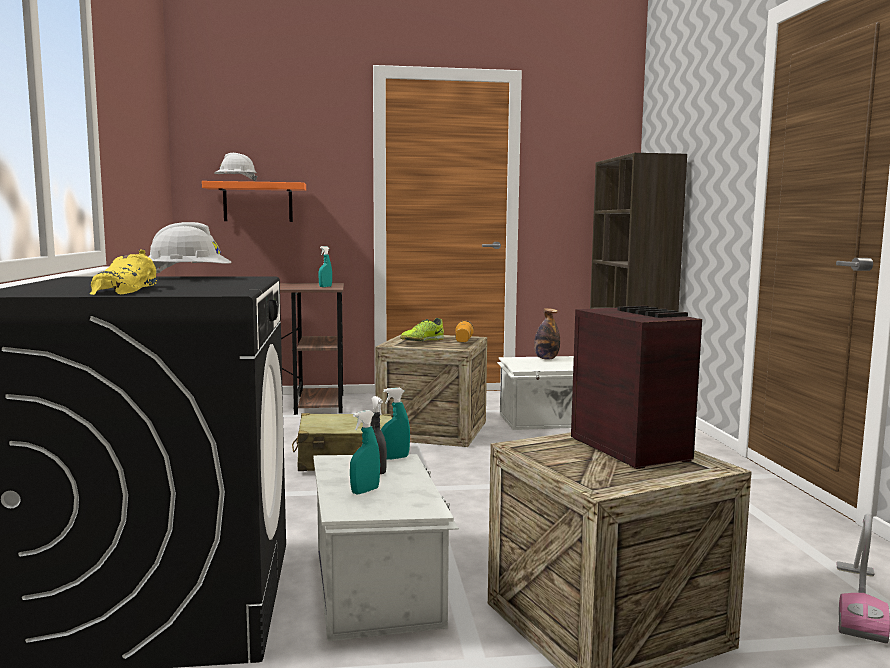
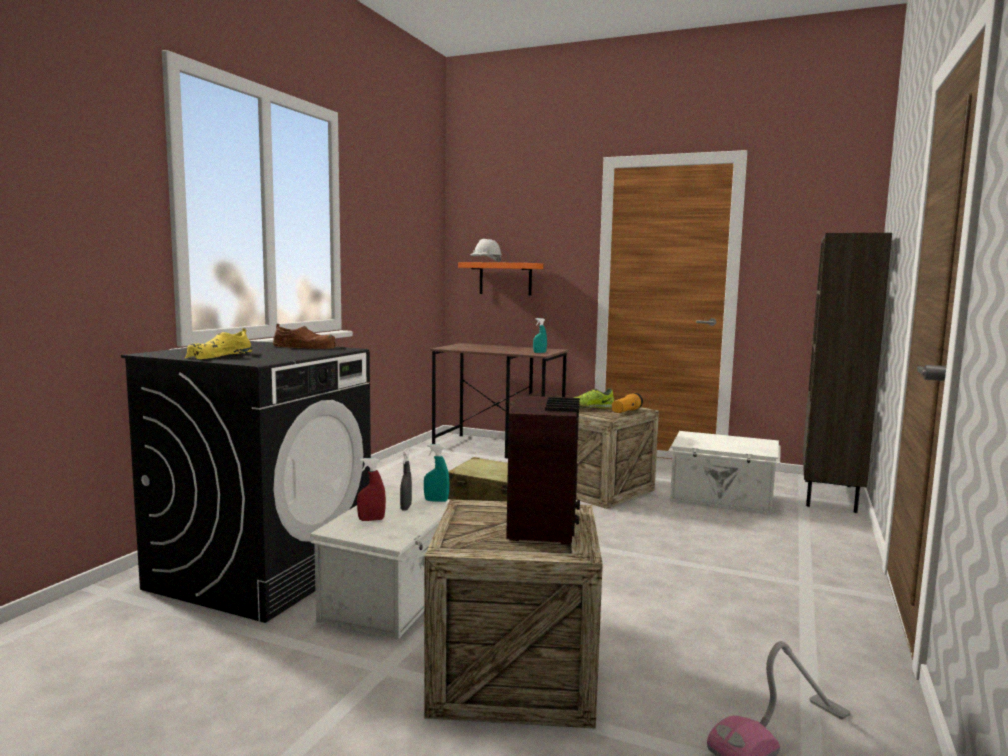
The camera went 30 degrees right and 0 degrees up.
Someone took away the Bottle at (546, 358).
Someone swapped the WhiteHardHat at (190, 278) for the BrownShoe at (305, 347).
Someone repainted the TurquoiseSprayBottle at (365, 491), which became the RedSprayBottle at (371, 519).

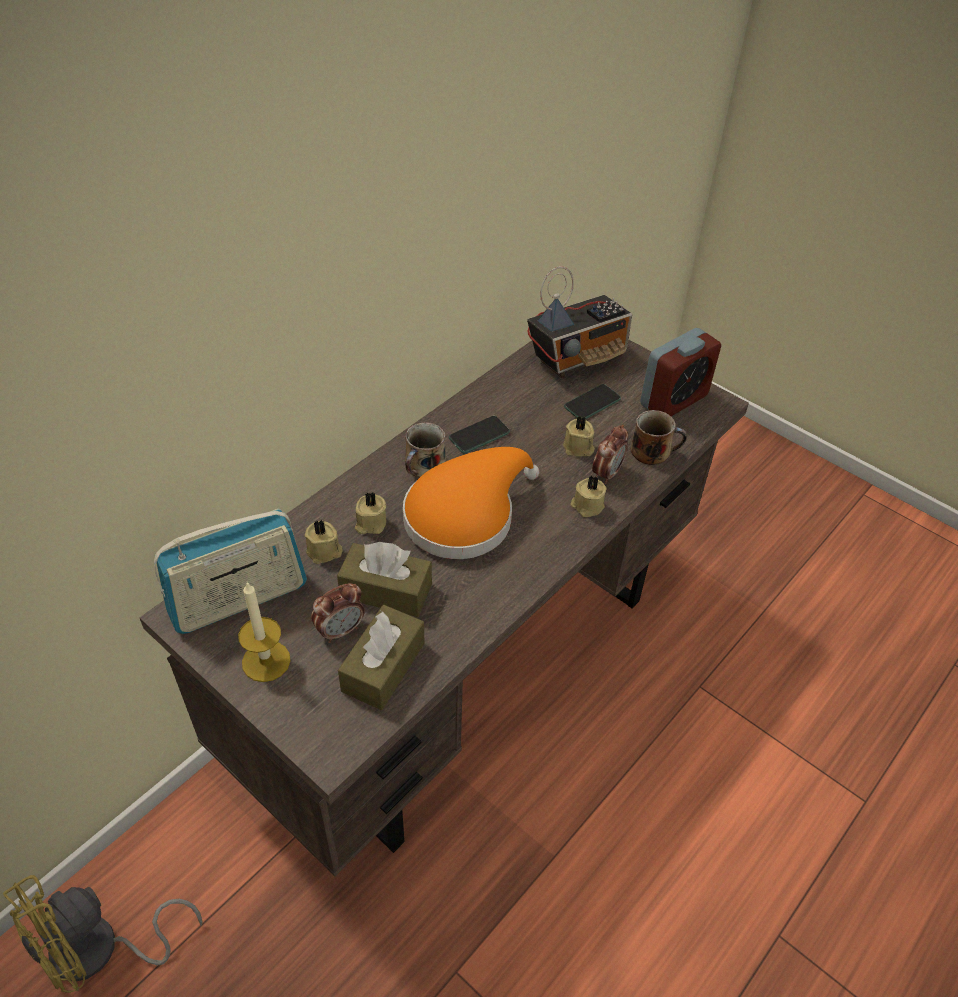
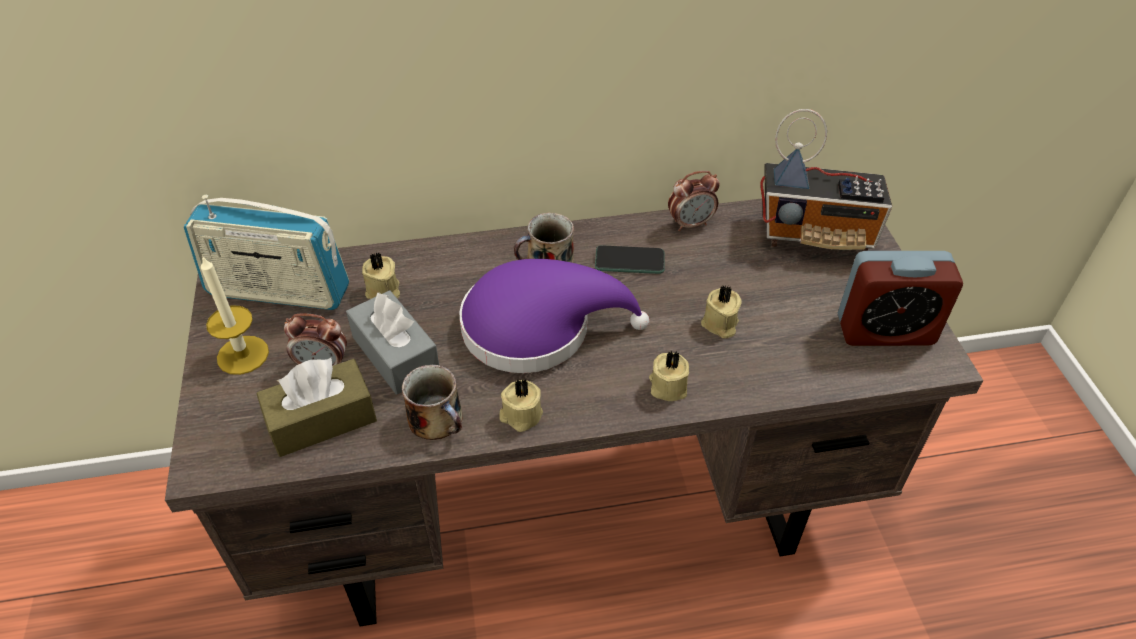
The camera went 40 degrees right and 0 degrees up.
Someone took away the YellowFan at (99, 951).
Someone took away the Phone at (592, 403).
Someone carried the BeigeCandle from (370, 524) to (520, 415).
Someone carried the AlarmClock from (607, 473) to (690, 224).
Someone carried the Mug from (653, 451) to (438, 420).
Someone repainted the BrownTissueBox at (386, 590), which became the GreyTissueBox at (396, 354).
Someone repainted the OrangeHat at (465, 515), which became the PurpleHat at (537, 327).

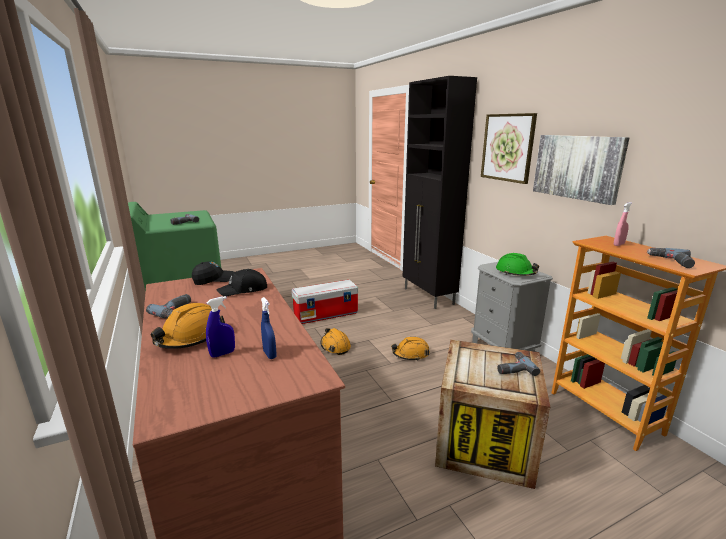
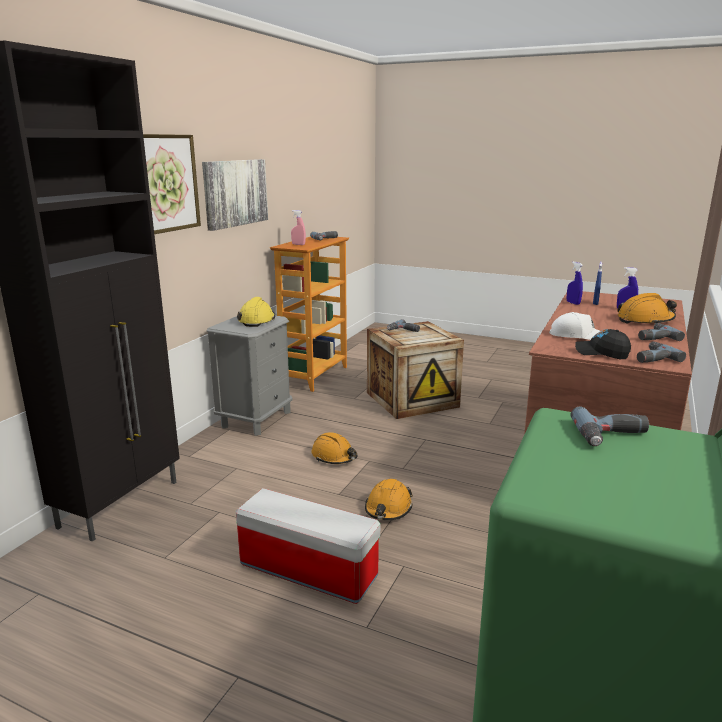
The camera went 130 degrees left and 0 degrees up.
Someone put down the BlueSprayBottle at (573, 303).
Someone put down the PowerDrill at (651, 357).
Someone repainted the BlackCap at (244, 290), which became the WhiteCap at (576, 336).
Someone repainted the GreenHardHat at (515, 272), which became the YellowHardHat at (256, 320).

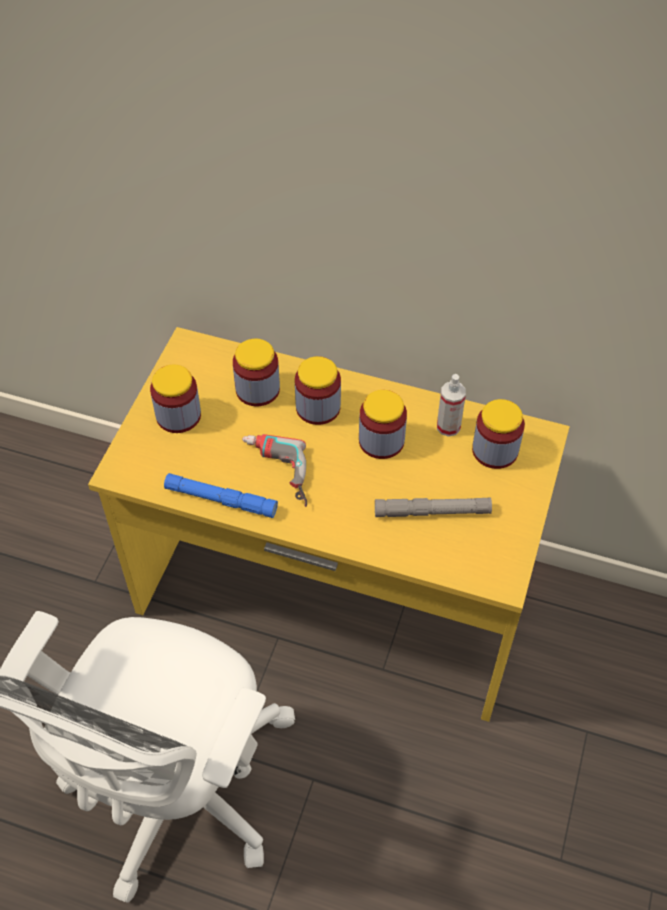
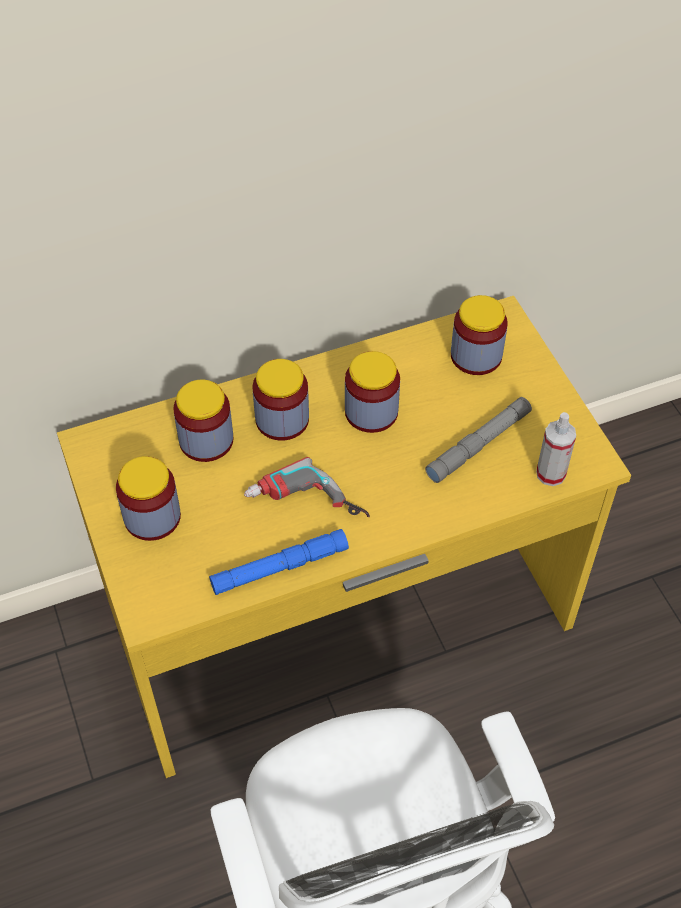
The camera went 40 degrees left and 0 degrees up.
Someone carried the SprayBottle from (448, 426) to (550, 474).

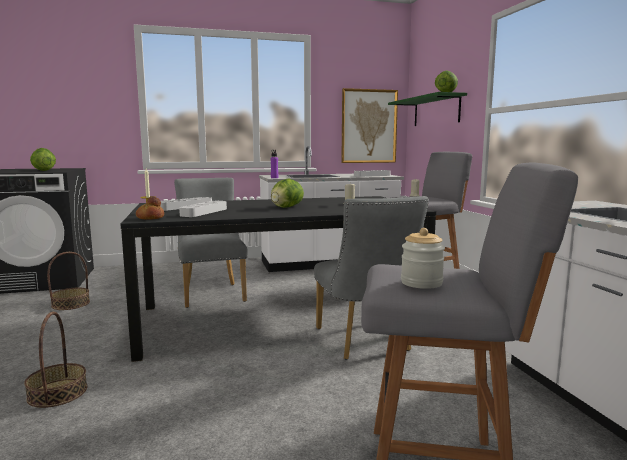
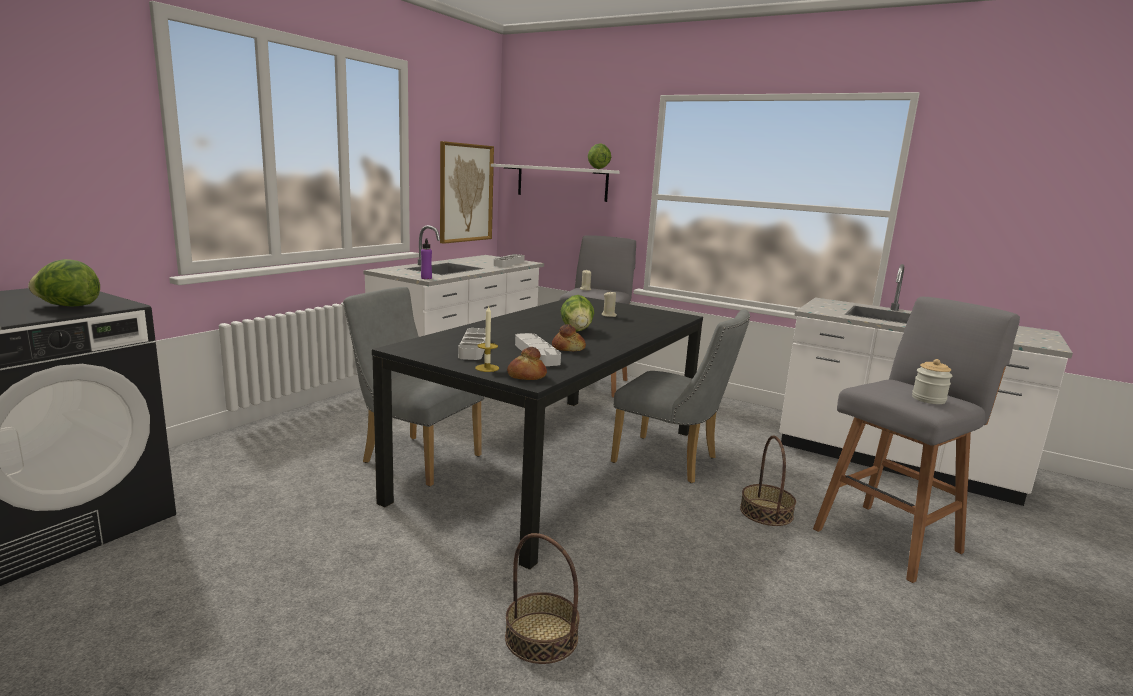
The camera went 45 degrees left and 5 degrees up.
Someone put down the Bread at (568, 348).
Someone carried the Basket from (71, 304) to (766, 512).
Someone repainted the GreenShelf at (436, 111), which became the WhiteShelf at (561, 183).

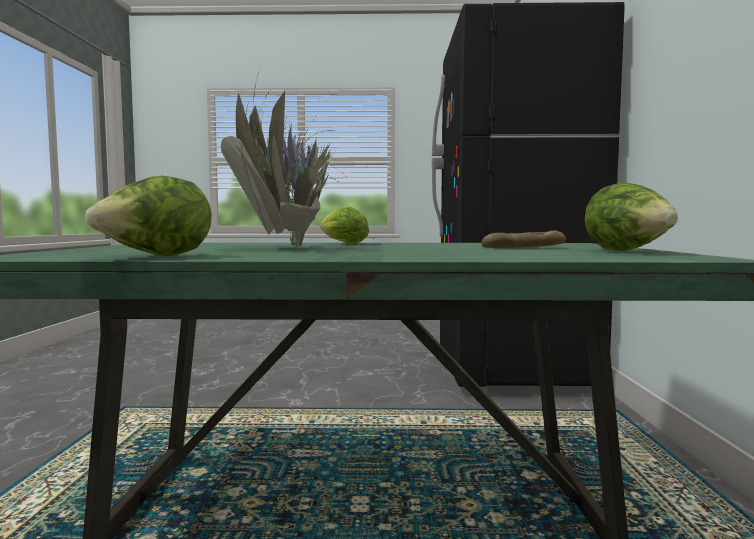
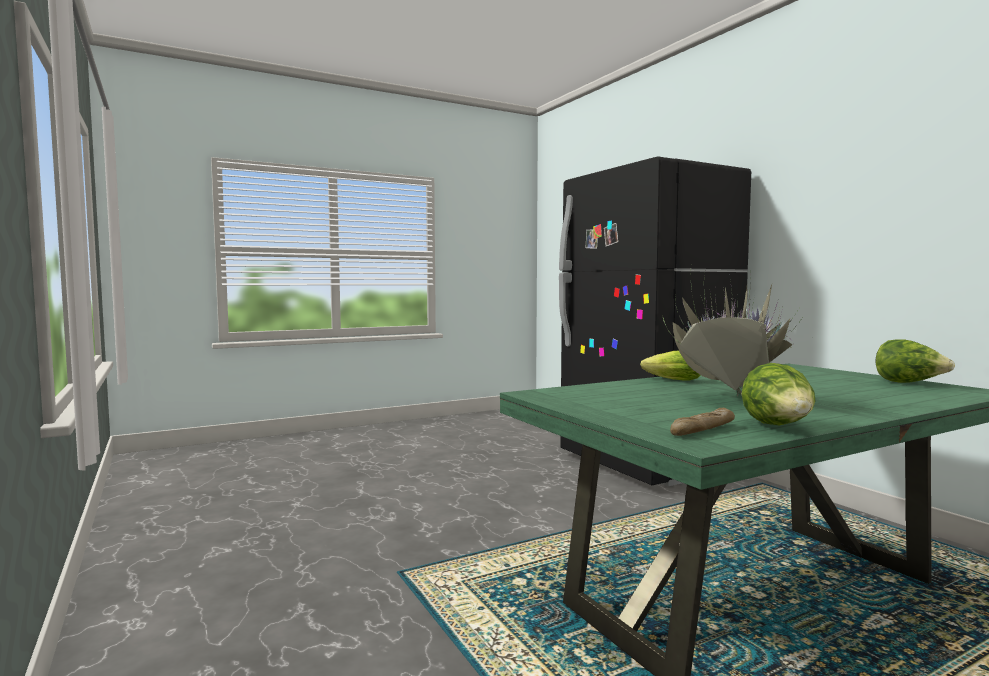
The camera went 30 degrees left and 0 degrees up.
Someone carried the Bread from (523, 248) to (703, 430).

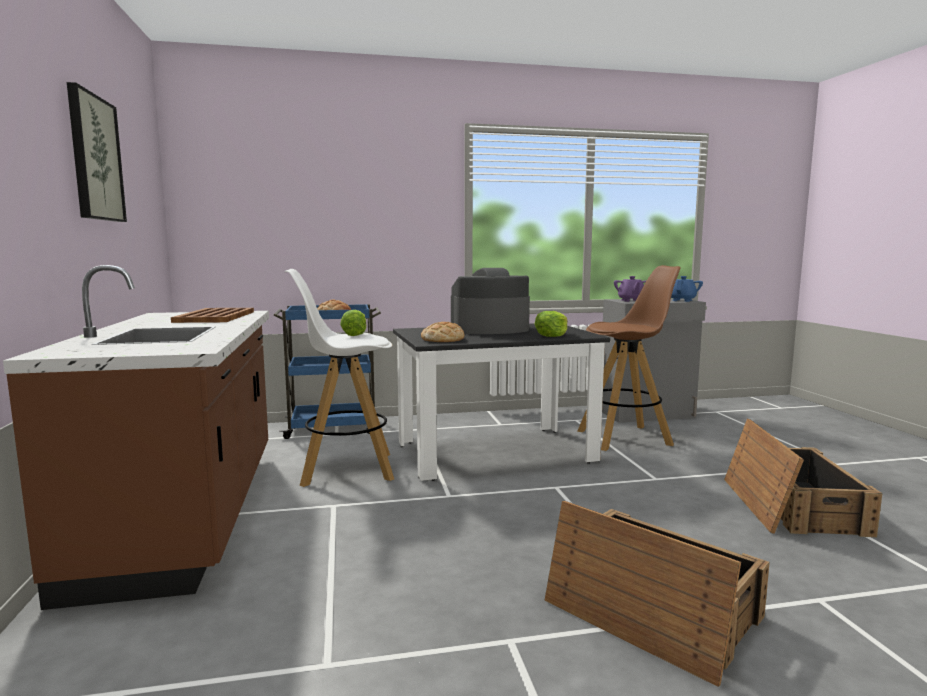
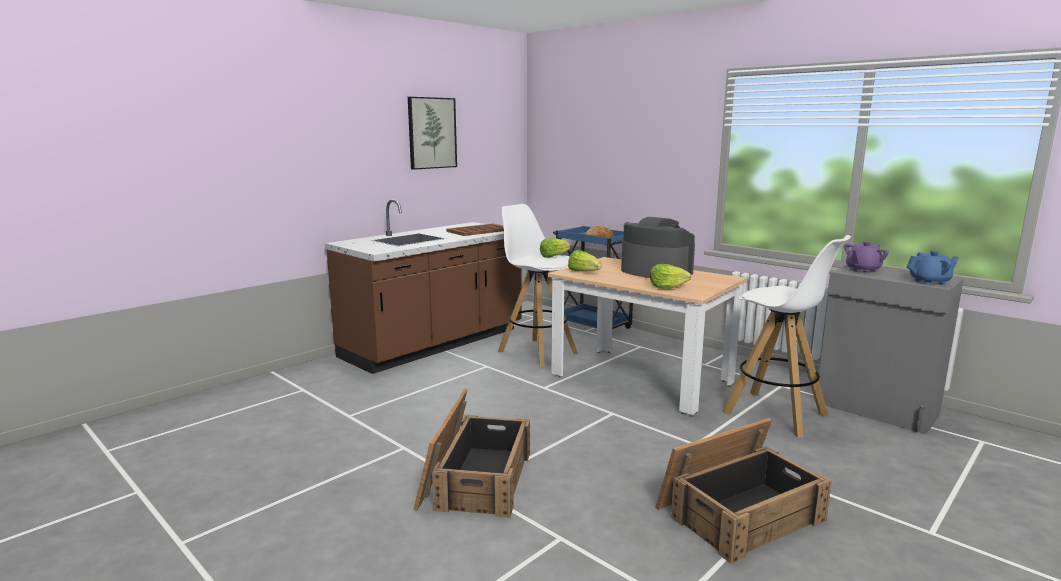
The camera went 55 degrees right and 5 degrees up.
Someone swapped the Bread at (443, 339) for the Lettuce at (583, 272).
Someone repainted the BlackDiningTable at (494, 452), which became the BeigeDiningTable at (641, 379).
Someone repainted the BrownStool at (625, 438), which became the WhiteStool at (776, 414).

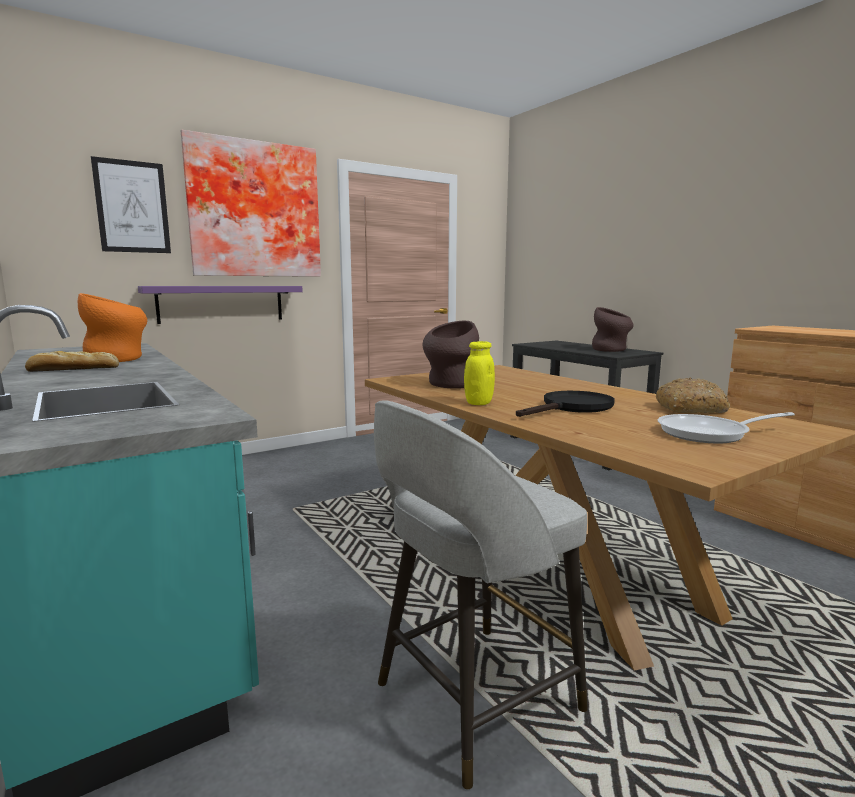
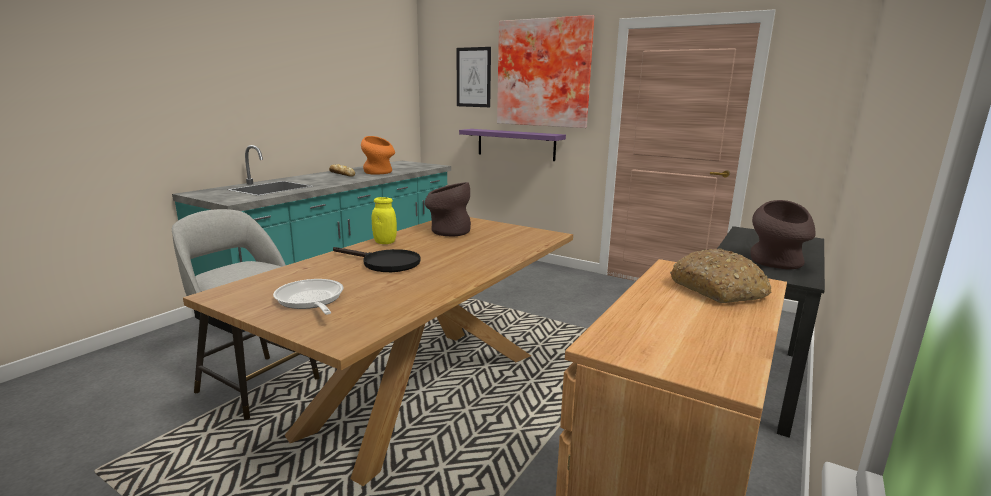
The camera went 65 degrees right and 5 degrees up.
Someone carried the Bread from (691, 408) to (719, 290).

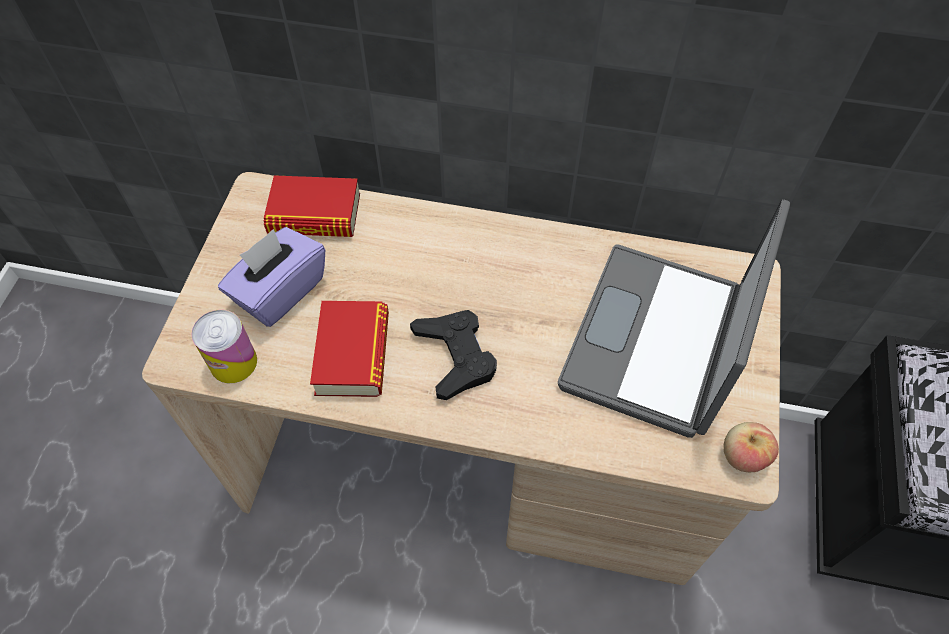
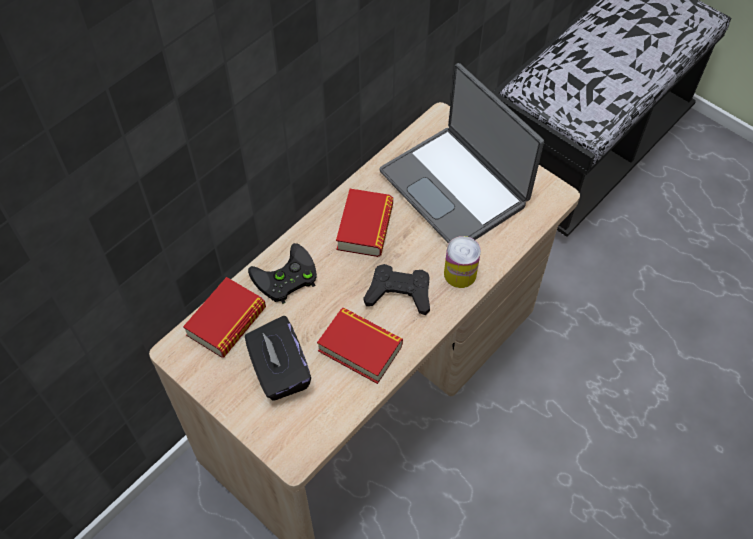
The camera went 60 degrees left and 0 degrees up.
Someone took away the Apple at (743, 456).
Someone put down the BlackGameController at (285, 279).
Someone put down the Book at (365, 227).
Someone carried the Can from (233, 362) to (460, 274).
Someone repainted the PurpleTissueBox at (279, 291), which became the BlackTissueBox at (279, 371).

